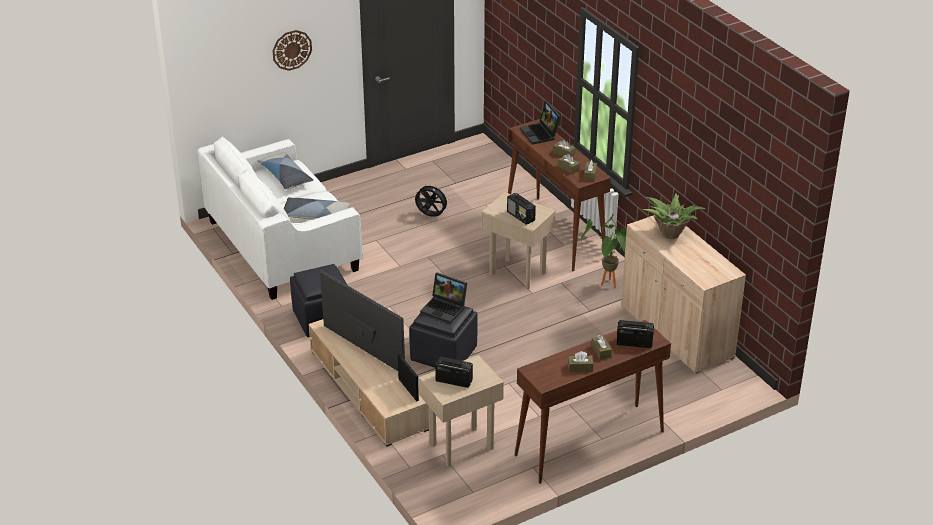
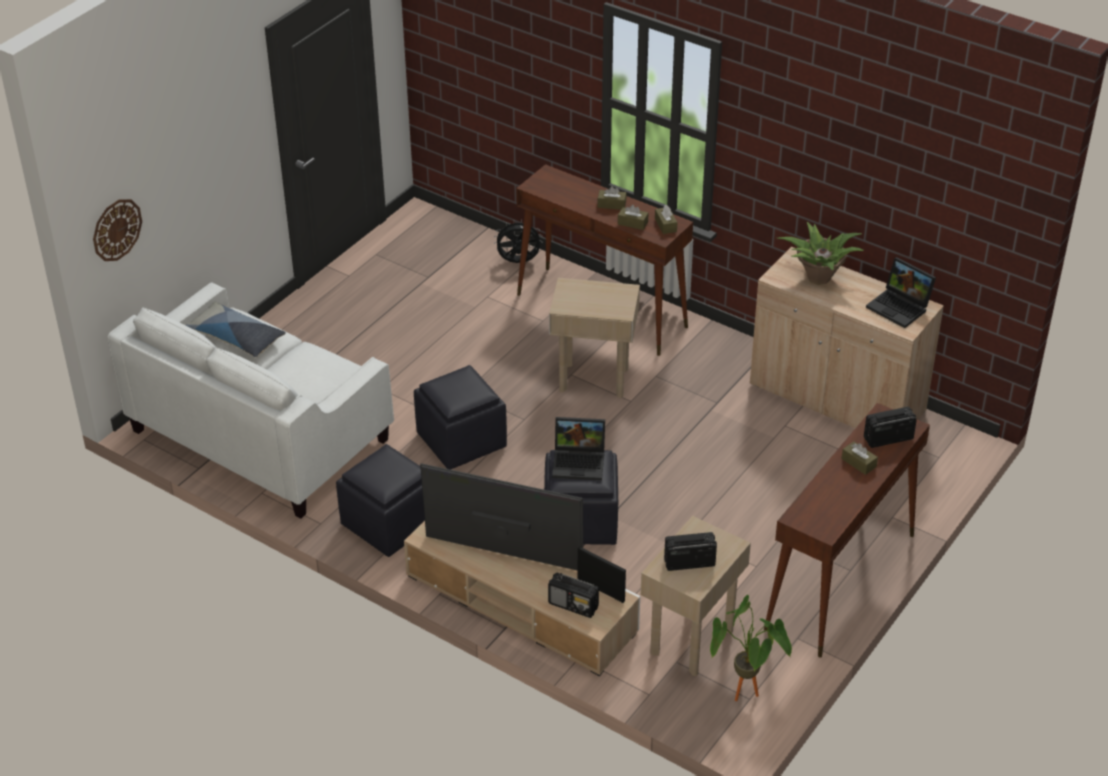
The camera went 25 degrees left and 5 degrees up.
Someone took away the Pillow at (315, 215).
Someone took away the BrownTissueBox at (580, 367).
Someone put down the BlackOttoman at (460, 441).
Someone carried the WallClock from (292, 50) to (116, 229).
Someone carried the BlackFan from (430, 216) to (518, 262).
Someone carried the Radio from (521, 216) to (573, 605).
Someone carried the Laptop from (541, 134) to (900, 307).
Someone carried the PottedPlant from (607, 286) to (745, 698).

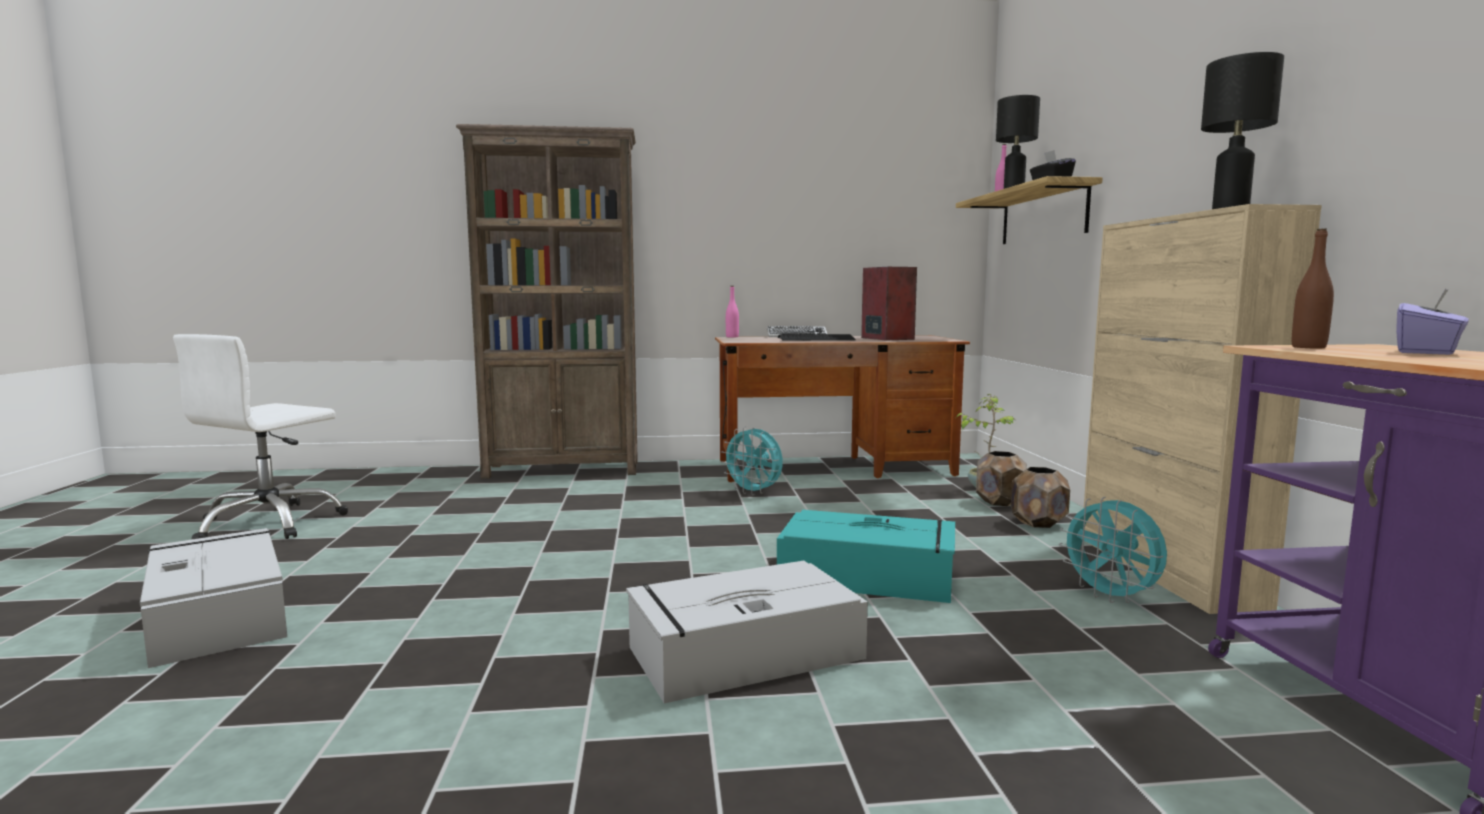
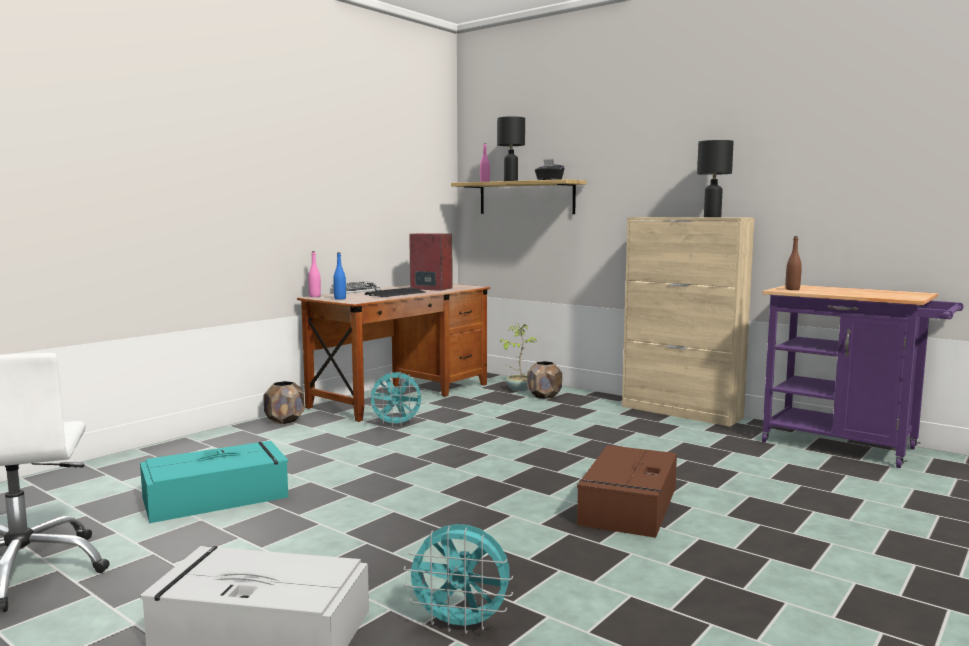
The camera went 45 degrees left and 0 degrees up.
Someone took away the BrownBookcase at (564, 470).
Someone took away the PurpleTissueBox at (1427, 352).
Someone put down the BlueBottle at (340, 299).
Someone carried the TurquoiseStorageBox from (869, 576) to (218, 497).
Someone carried the BrownPlanter from (1038, 523) to (285, 420).
Someone carried the TurquoiseFan from (1111, 597) to (461, 625).
Someone repainted the GreyStorageBox at (742, 653), which became the BrownStorageBox at (628, 506).

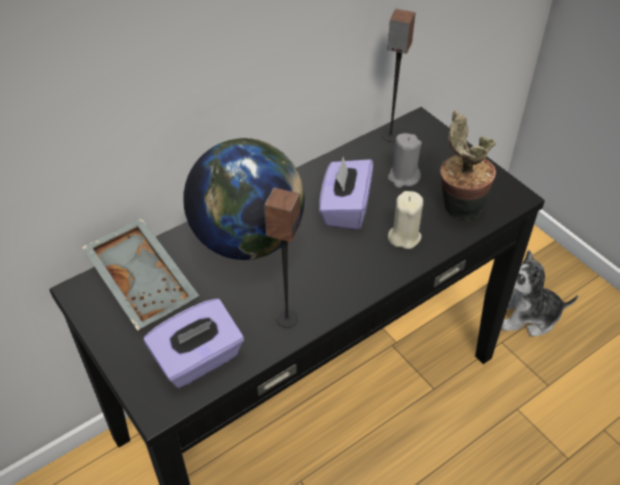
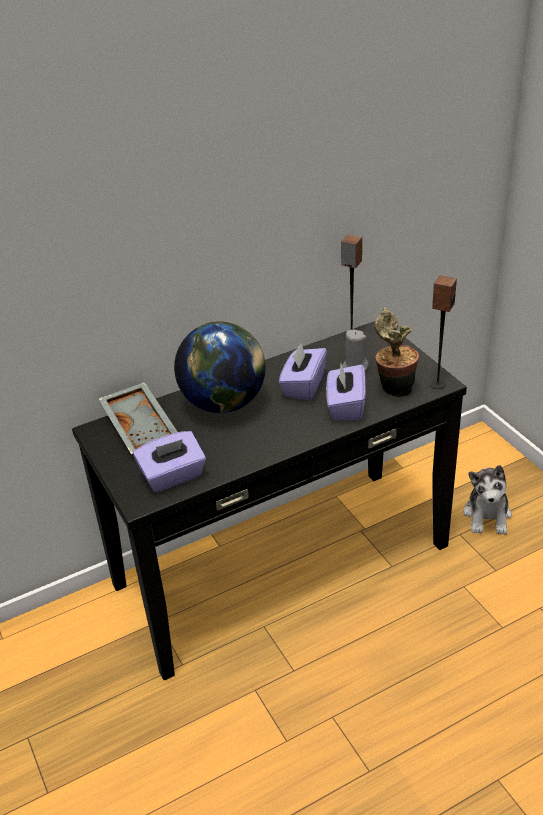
The camera went 10 degrees right and 10 degrees down.
Someone carried the Speaker from (286, 318) to (437, 384).
Someone swapped the BeigeCandle at (404, 236) for the PurpleTissueBox at (345, 406).
Someone rotated the PlushToy at (527, 316) by 90 degrees counterclockwise.

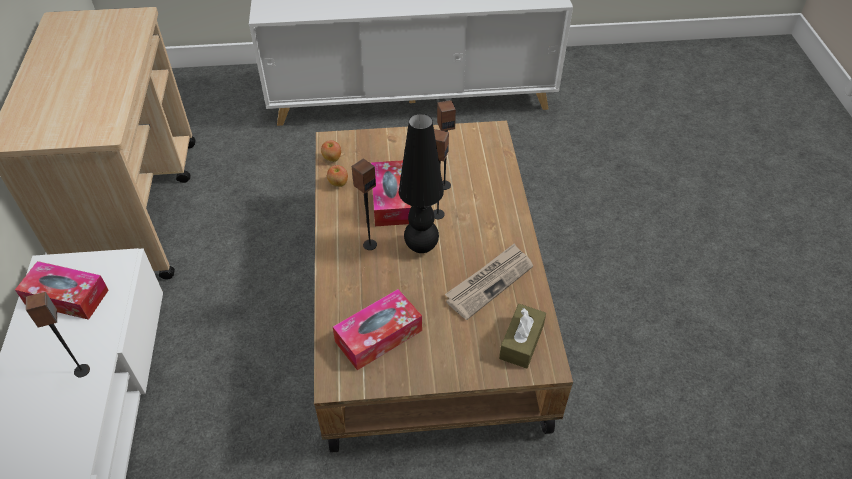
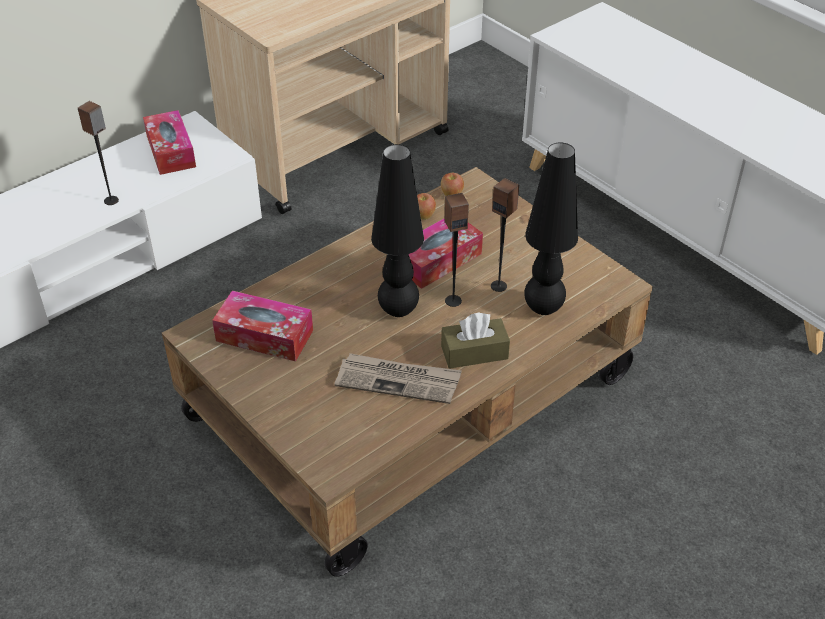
The camera went 55 degrees right and 5 degrees down.
Someone took away the Speaker at (369, 244).
Someone put down the BlackTableLamp at (543, 308).
Someone carried the BrownTissueBox from (521, 342) to (474, 352).

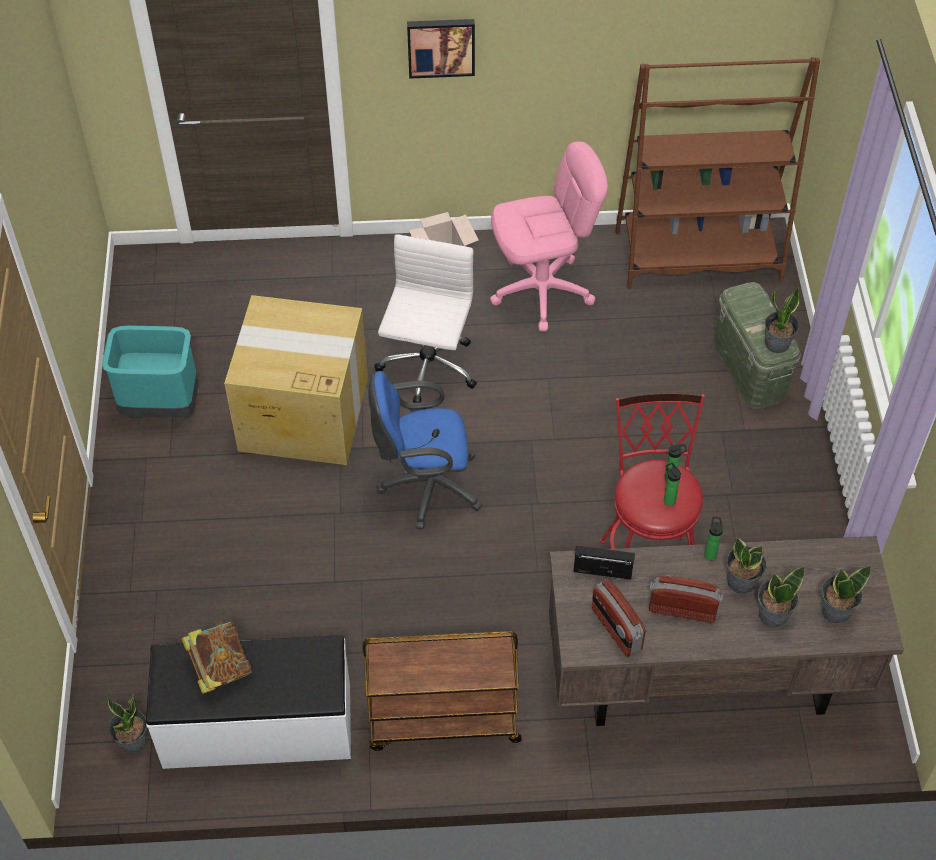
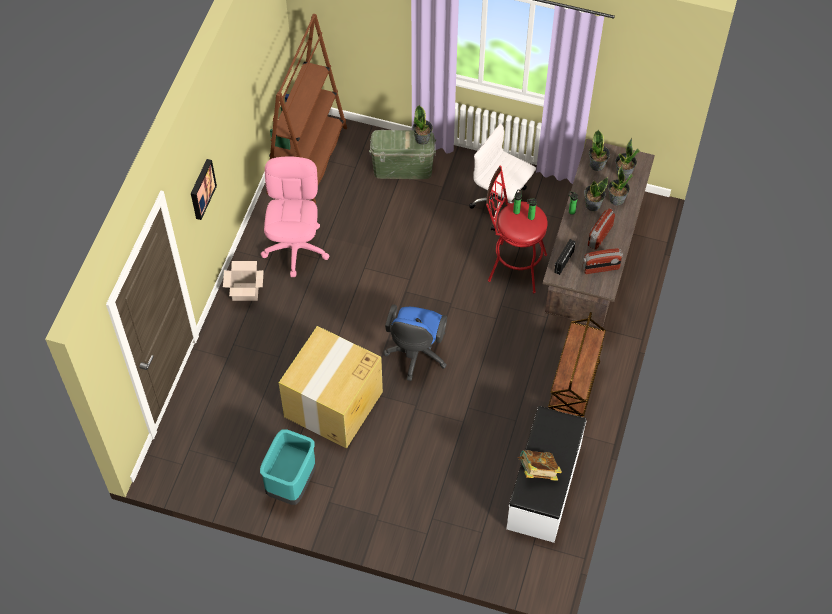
The camera went 70 degrees left and 5 degrees up.
Someone carried the PottedPlant from (133, 741) to (597, 164).
Someone carried the WhiteOfficeChair from (427, 368) to (501, 205).

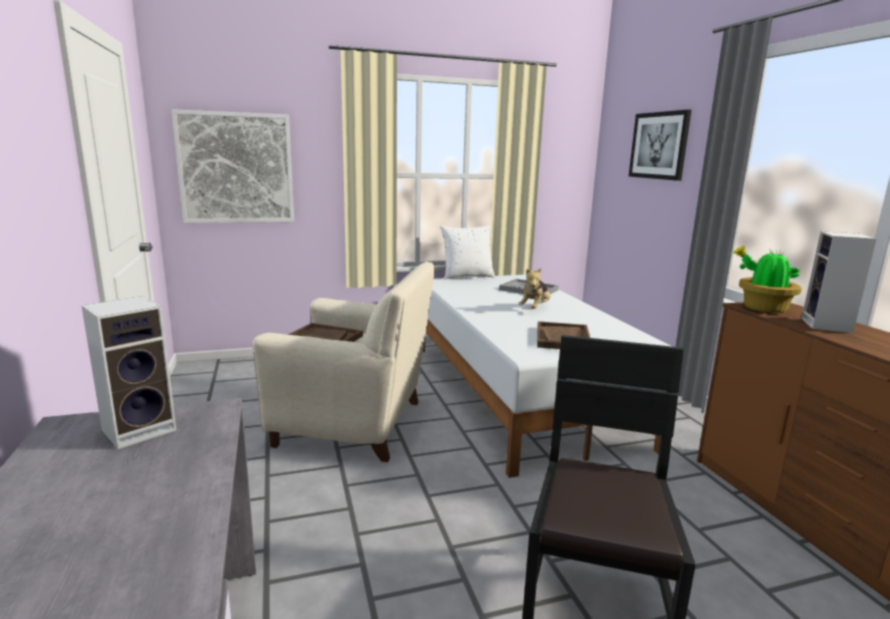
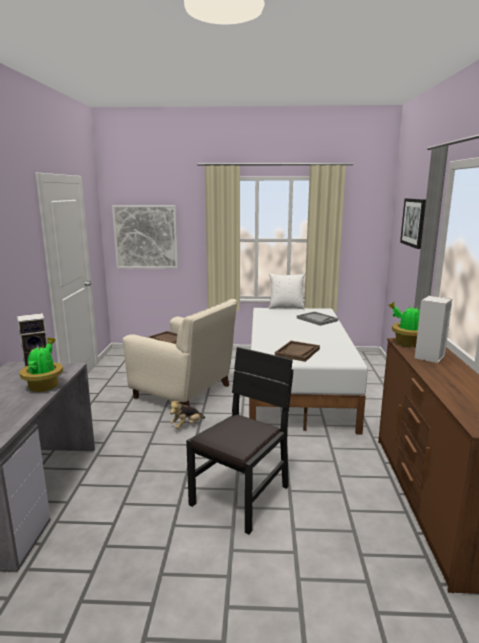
The camera went 20 degrees right and 0 degrees up.
Someone put down the PottedPlant at (44, 386).
Someone carried the PlushToy from (535, 308) to (186, 425).

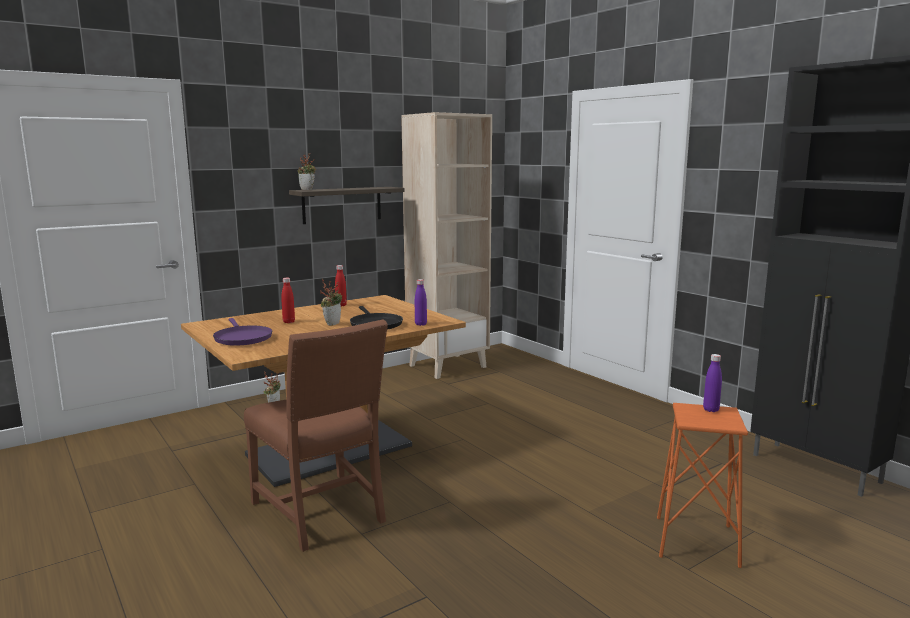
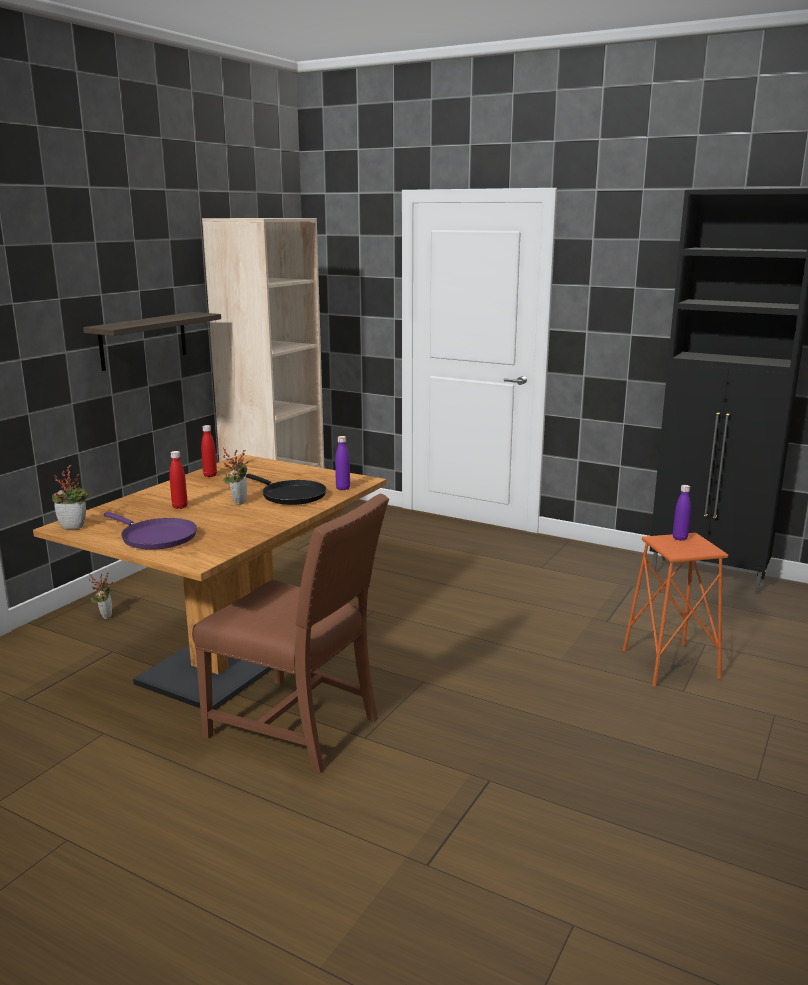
The camera went 25 degrees left and 5 degrees up.
Someone carried the PottedPlant from (308, 189) to (75, 526).

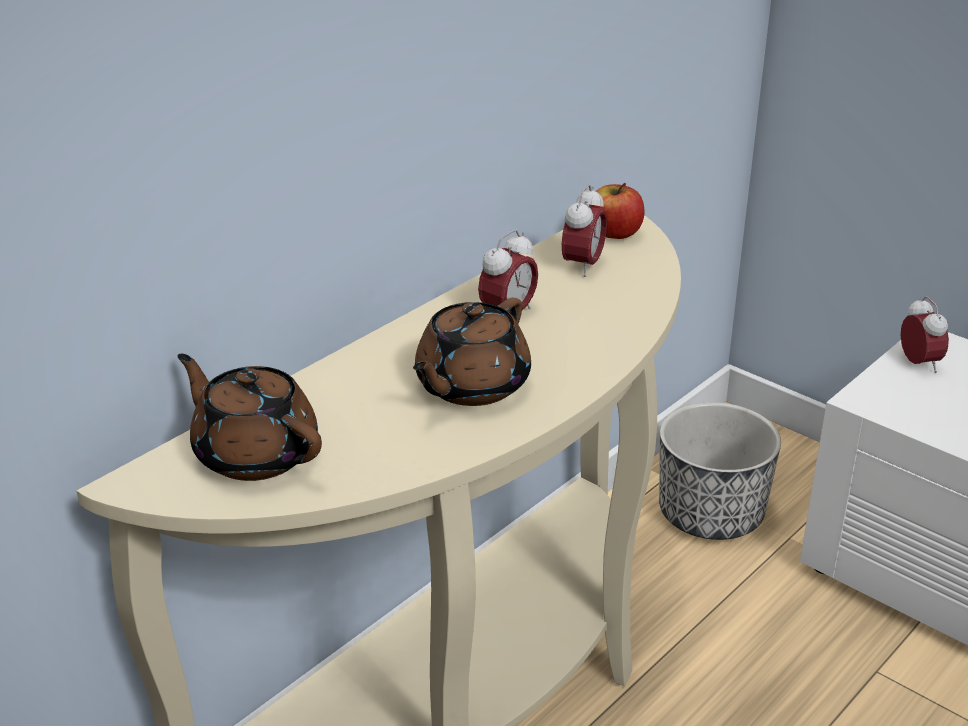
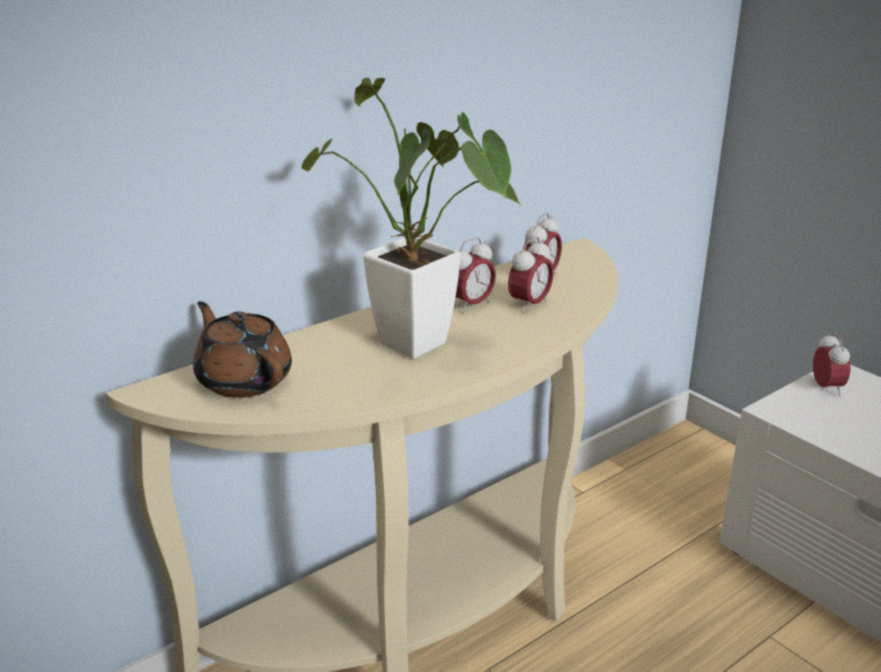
The camera went 10 degrees right and 5 degrees down.
Someone took away the Apple at (615, 233).
Someone took away the Planter at (711, 514).
Someone put down the AlarmClock at (529, 305).
Someone swapped the BrownTeapot at (470, 386) for the PottedPlant at (423, 350).

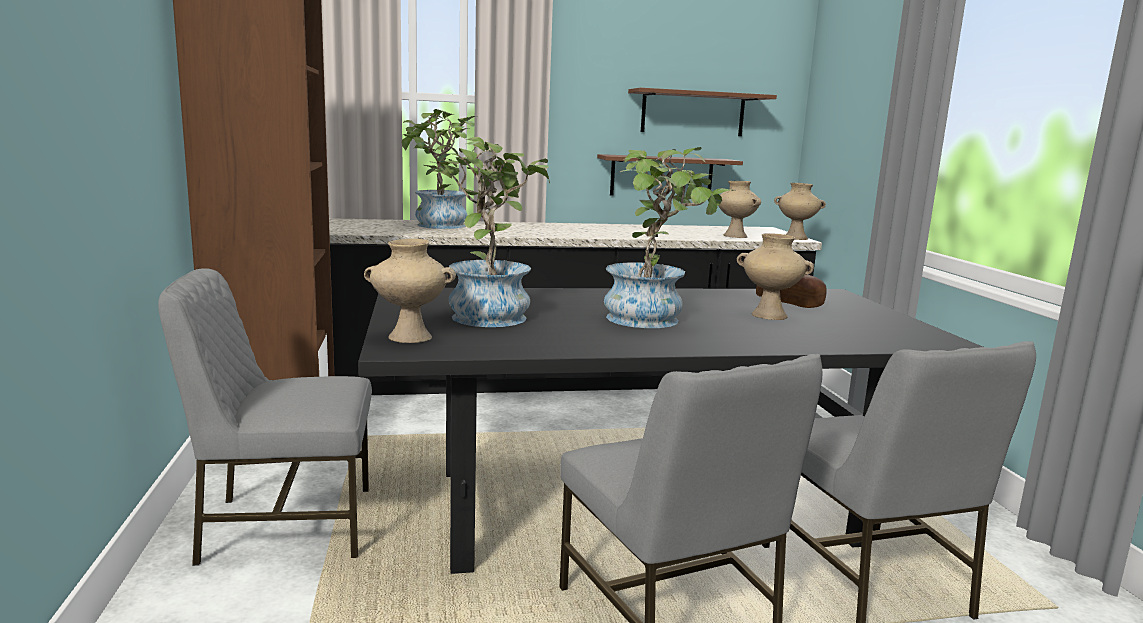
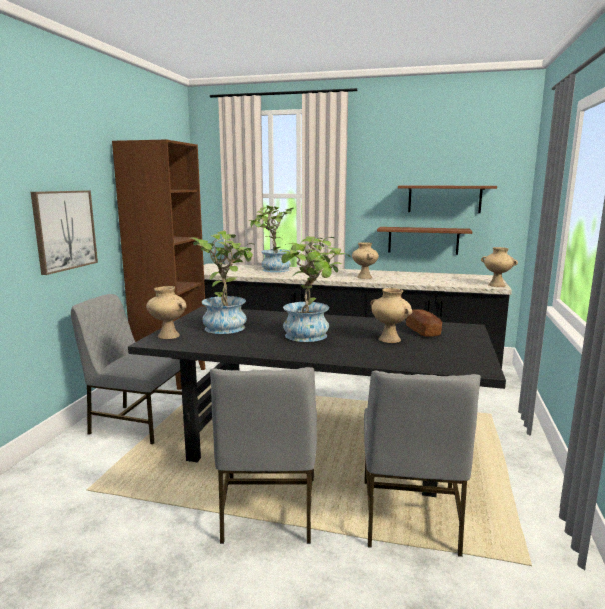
The camera went 25 degrees right and 0 degrees up.
Someone put up the Picture at (64, 230).
Someone carried the BeigeVase from (734, 236) to (364, 277).

